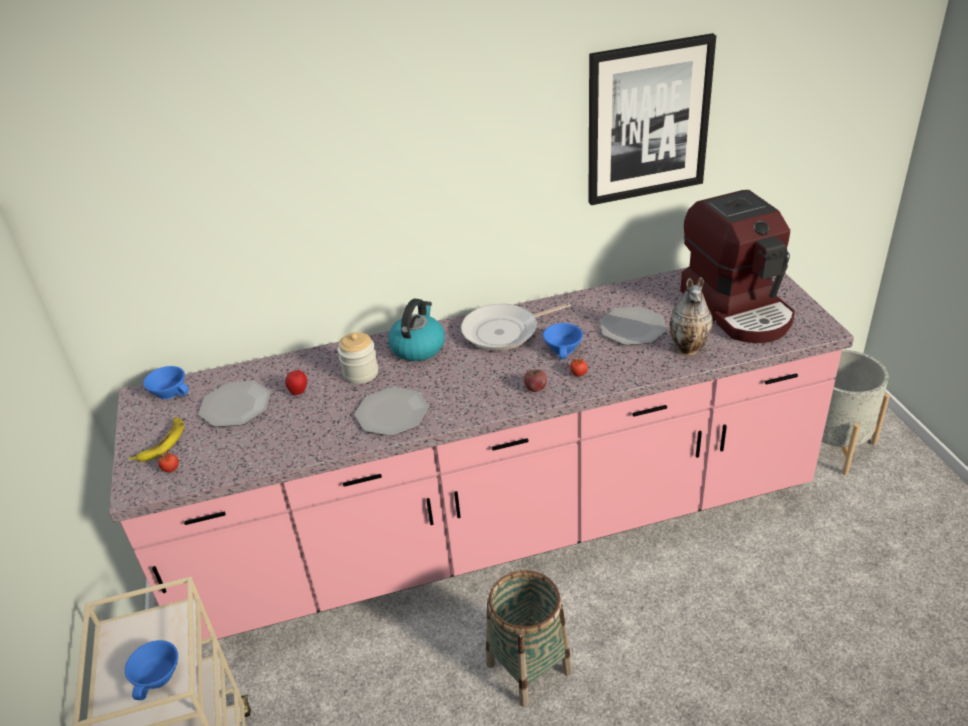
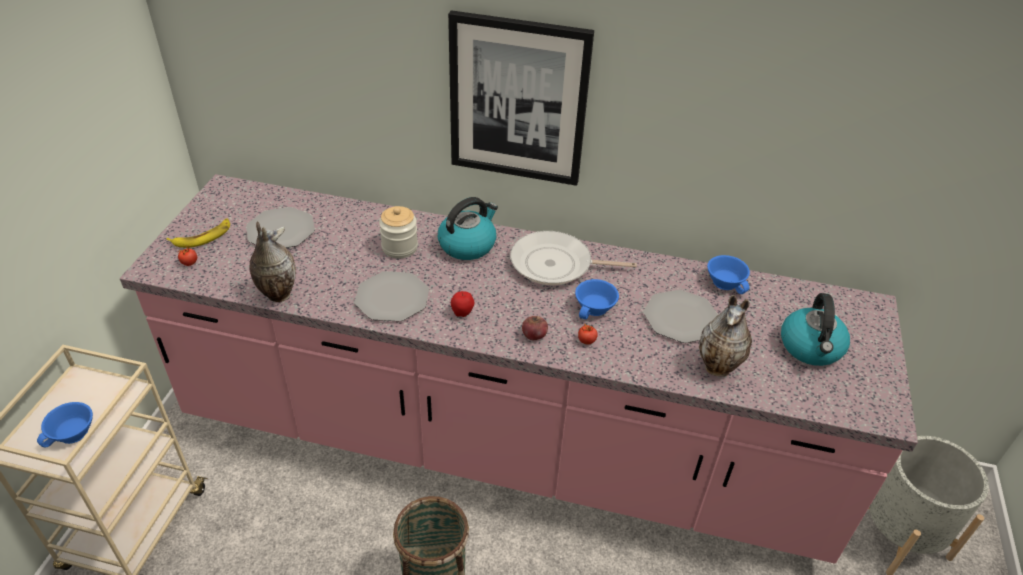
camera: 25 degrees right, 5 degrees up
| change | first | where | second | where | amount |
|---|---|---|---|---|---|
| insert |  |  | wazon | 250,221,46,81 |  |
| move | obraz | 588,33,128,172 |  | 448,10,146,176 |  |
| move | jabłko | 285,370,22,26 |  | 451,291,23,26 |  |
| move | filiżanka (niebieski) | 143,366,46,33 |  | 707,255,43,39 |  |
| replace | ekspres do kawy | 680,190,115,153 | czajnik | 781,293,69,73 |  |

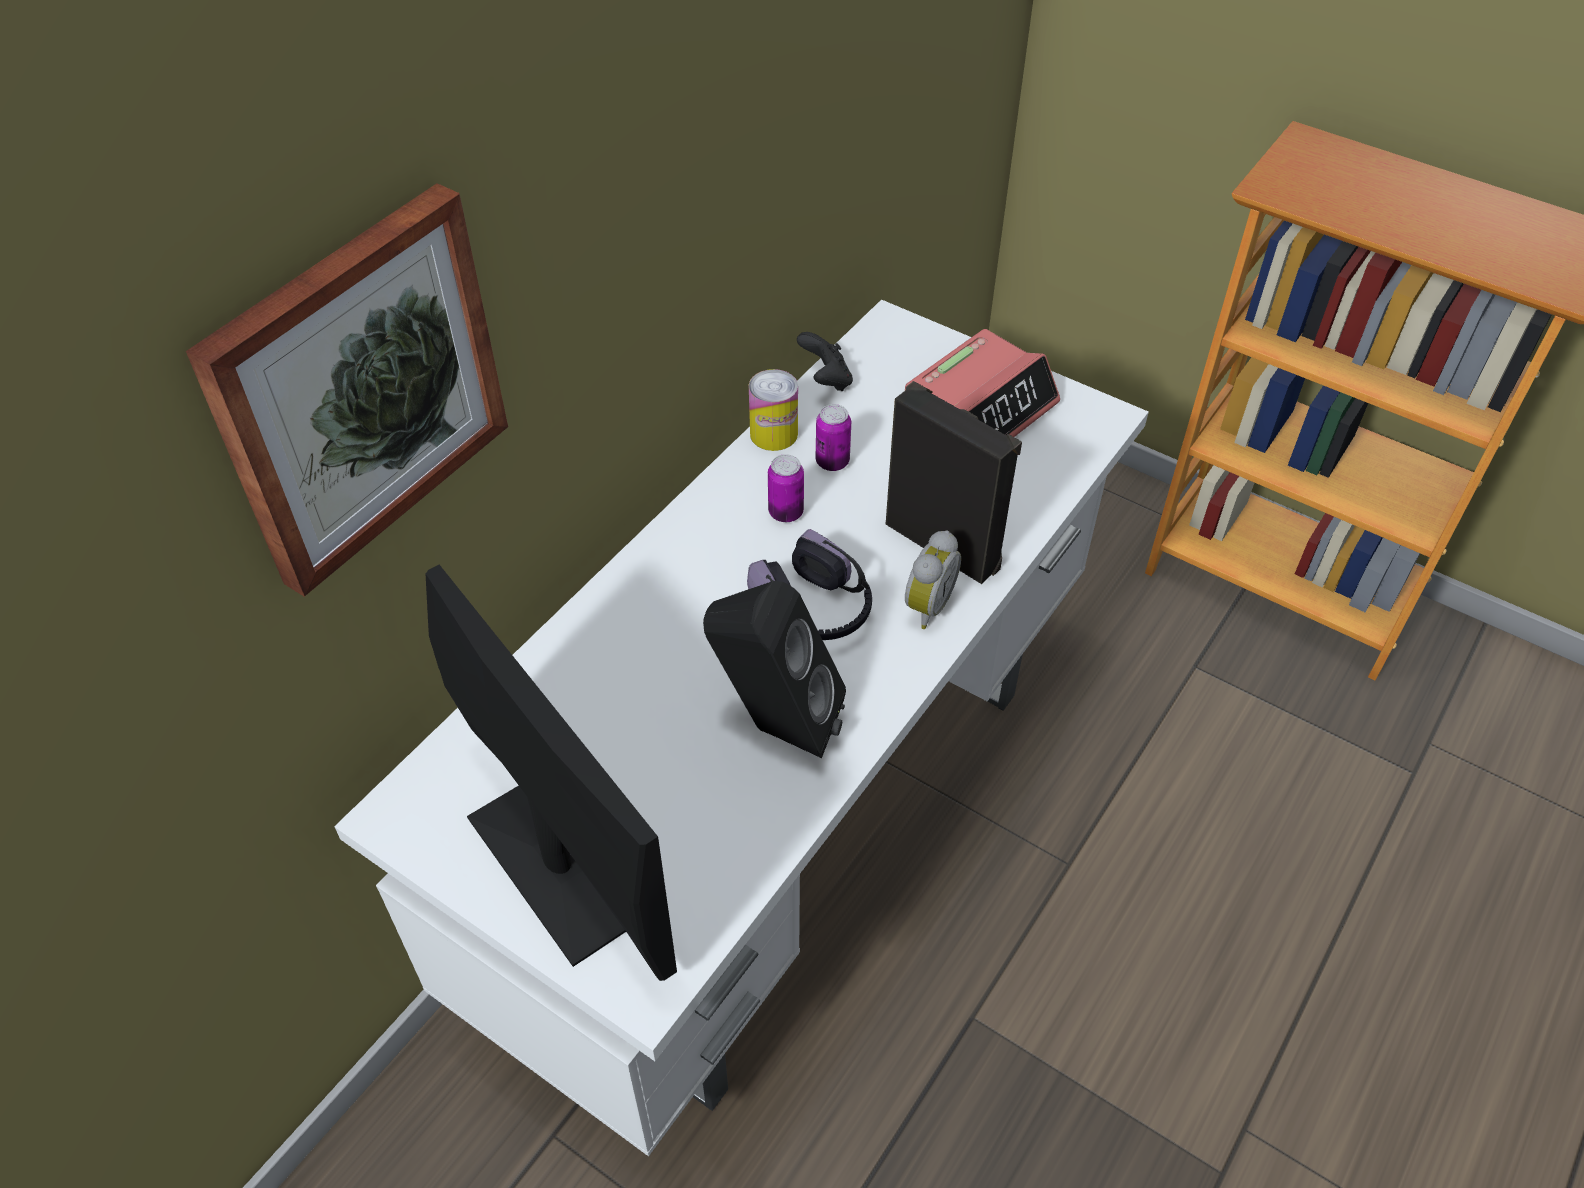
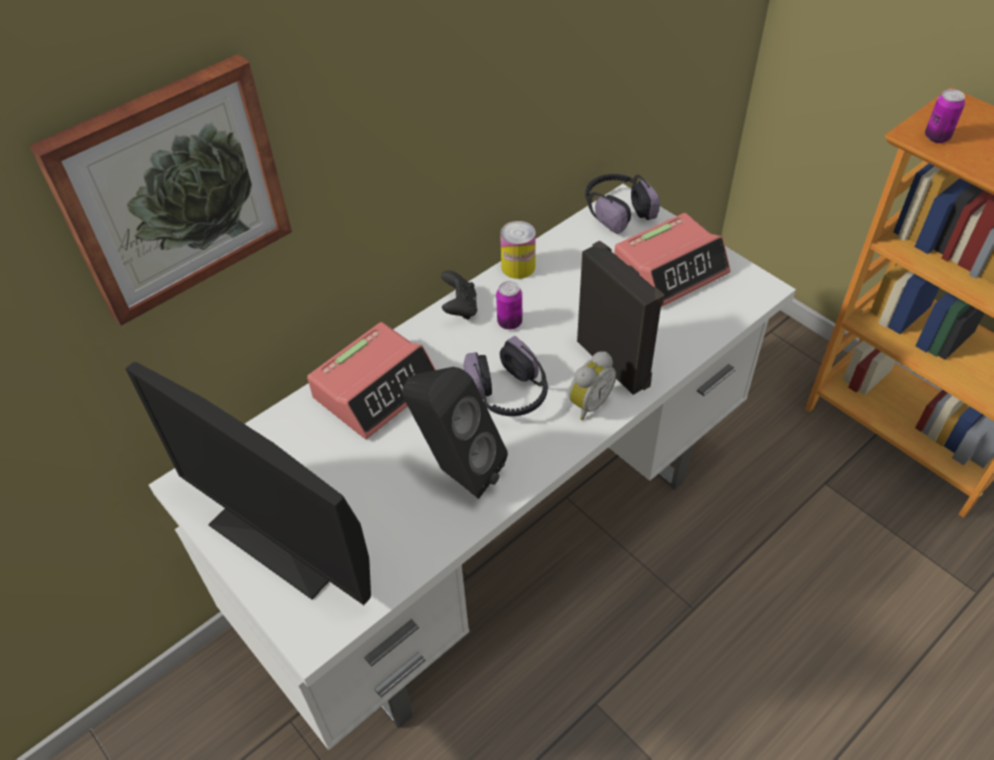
camera: 15 degrees right, 0 degrees up
| change | first | where | second | where | amount |
|---|---|---|---|---|---|
| rotate | monitor | 426,565,251,416 |  | 125,362,246,243 | 150 degrees clockwise |
| insert |  |  | budzik | 307,322,129,117 |  |
| move | pad do gier (czarny) | 797,332,56,59 |  | 441,270,36,50 |  |
| insert |  |  | słuchawki | 585,174,75,60 |  |
| move | puszka | 816,404,35,67 |  | 925,89,40,54 |  |

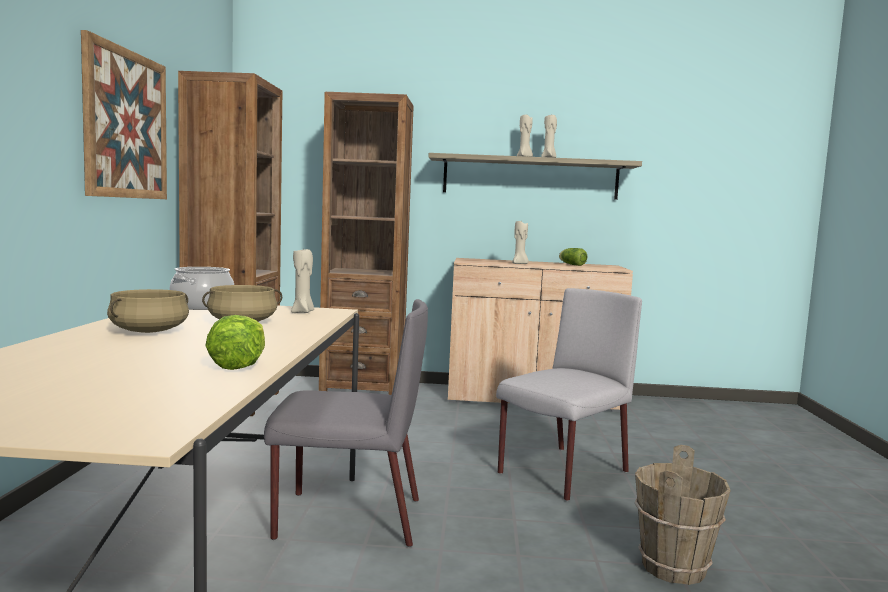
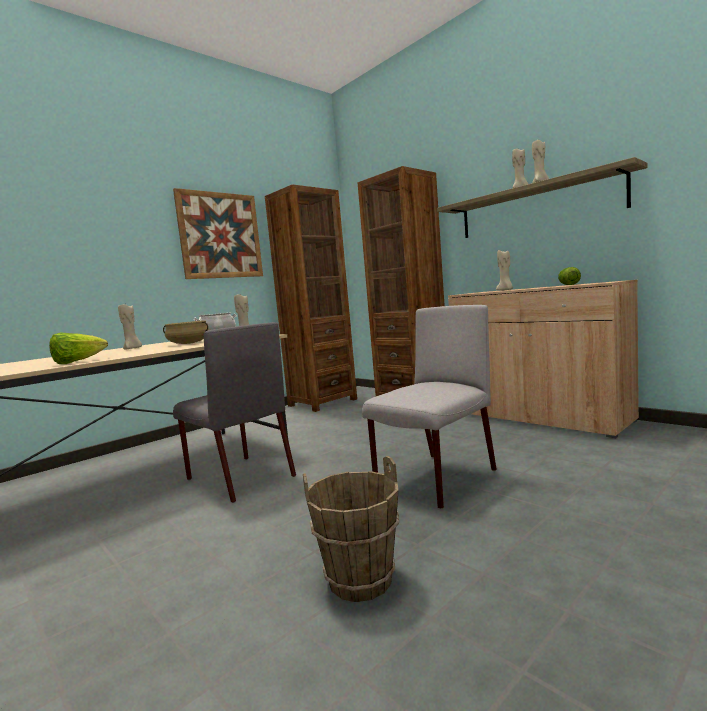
camera: 45 degrees right, 0 degrees up
| change | first | where | second | where | amount |
|---|---|---|---|---|---|
| replace | garnek (beżowy) | 107,289,82,44 | świeca (beżowy) | 118,304,24,46 |  |
| rotate | krzesło (szary) | 496,288,146,213 |  | 362,305,135,204 | 45 degrees counterclockwise |

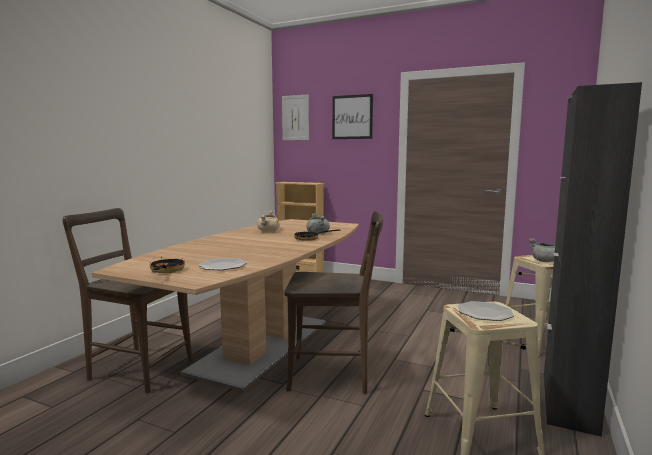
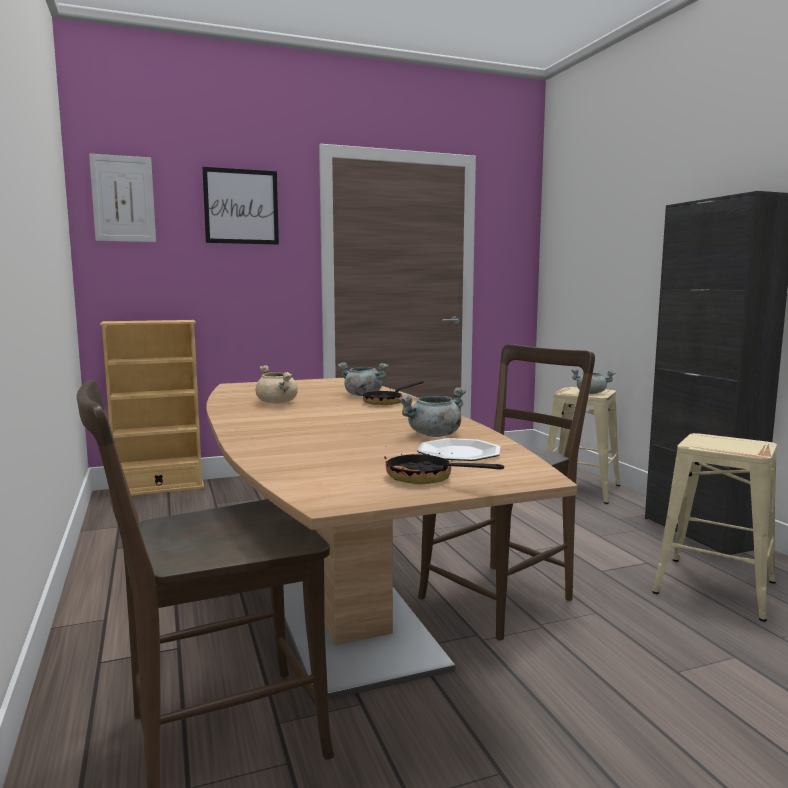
camera: 45 degrees left, 0 degrees up
| change | first | where | second | where | amount |
|---|---|---|---|---|---|
| insert |  |  | garnek (szary) | 398,387,68,50 |  |
| delete | talerz | 458,301,56,20 |  |  |  |

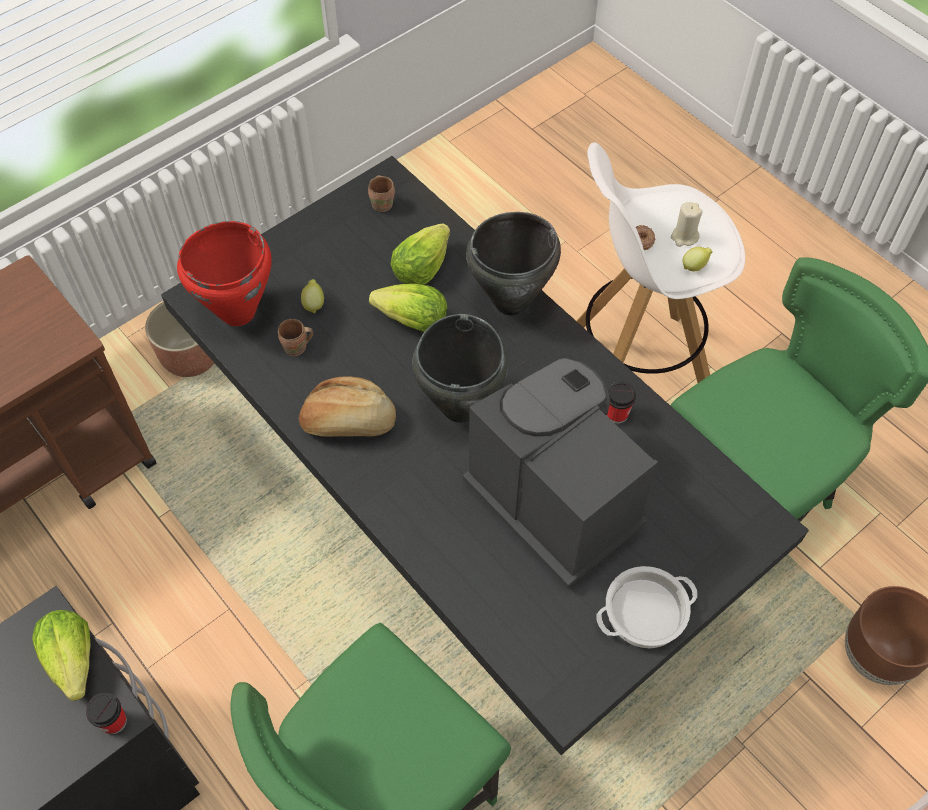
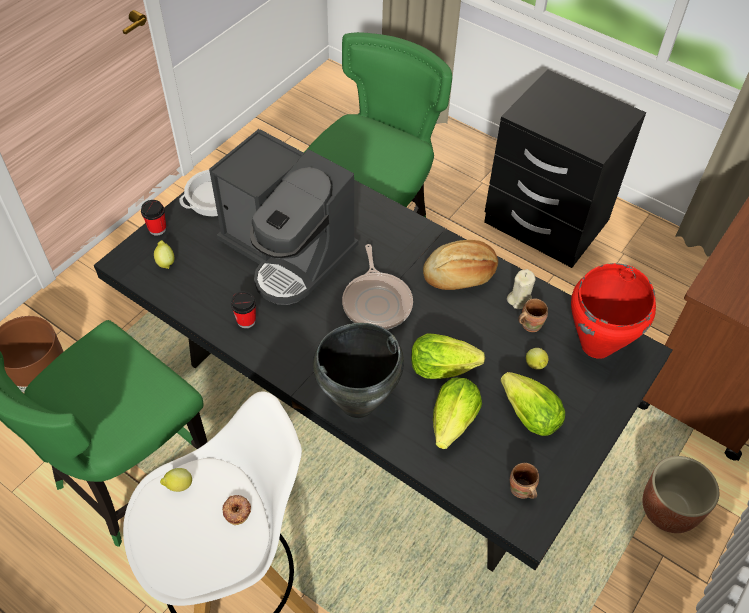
camera: 165 degrees right, 5 degrees down
| change | first | where | second | where | amount |
|---|---|---|---|---|---|
| move | filiżanka | 86,693,41,42 |  | 141,200,25,36 |  |
| insert |  |  | cytryna | 154,240,20,29 |  |
| replace | garnek (czarny) | 412,314,96,109 | patelnia | 342,244,71,86 |  |
| move | sałata | 32,610,59,91 |  | 500,372,66,64 |  |
| move | świeca (beżowy) | 671,202,32,45 |  | 507,269,28,40 |  |

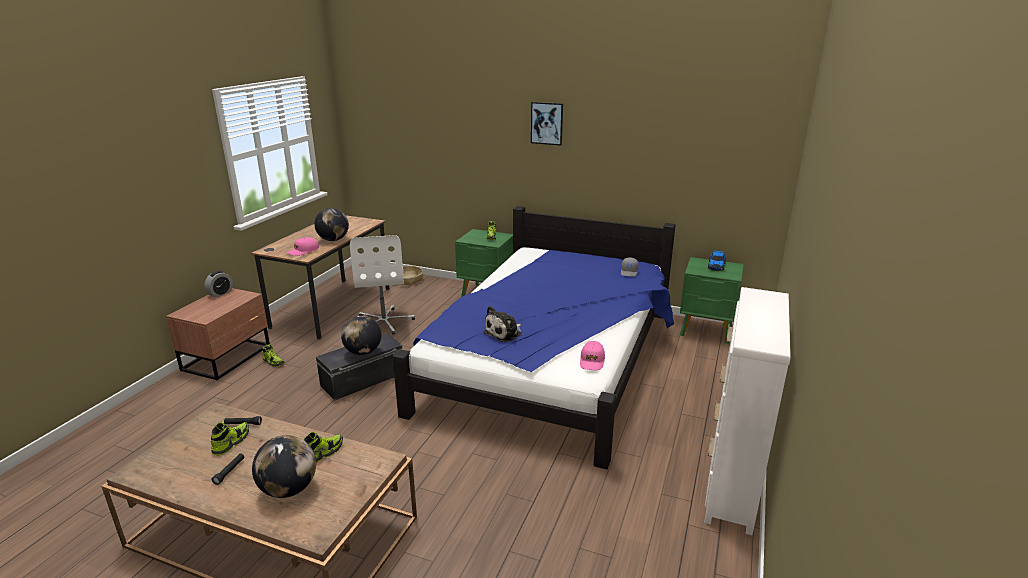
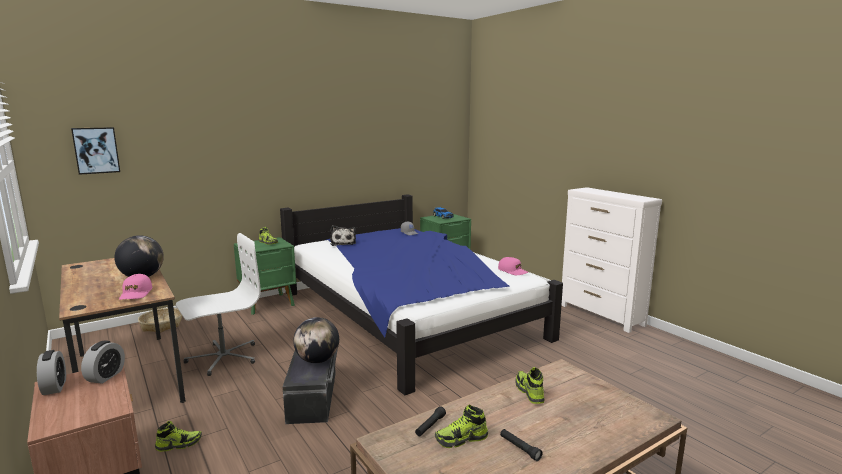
camera: 55 degrees left, 10 degrees down
| change | first | where | second | where | amount |
|---|---|---|---|---|---|
| move | obraz | 531,102,32,44 |  | 71,127,49,48 |  |
| insert |  |  | budzik | 81,340,44,44 |  |
| rotate | krzesło biurowe (biały) | 350,235,65,100 |  | 176,233,85,143 | 60 degrees counterclockwise |
| move | pluszak | 483,306,39,36 |  | 330,225,26,21 |  |
| rotate | but | 211,422,38,33 |  | 435,405,53,43 | 75 degrees counterclockwise |
| delete | globus | 252,435,64,63 |  |  |  |

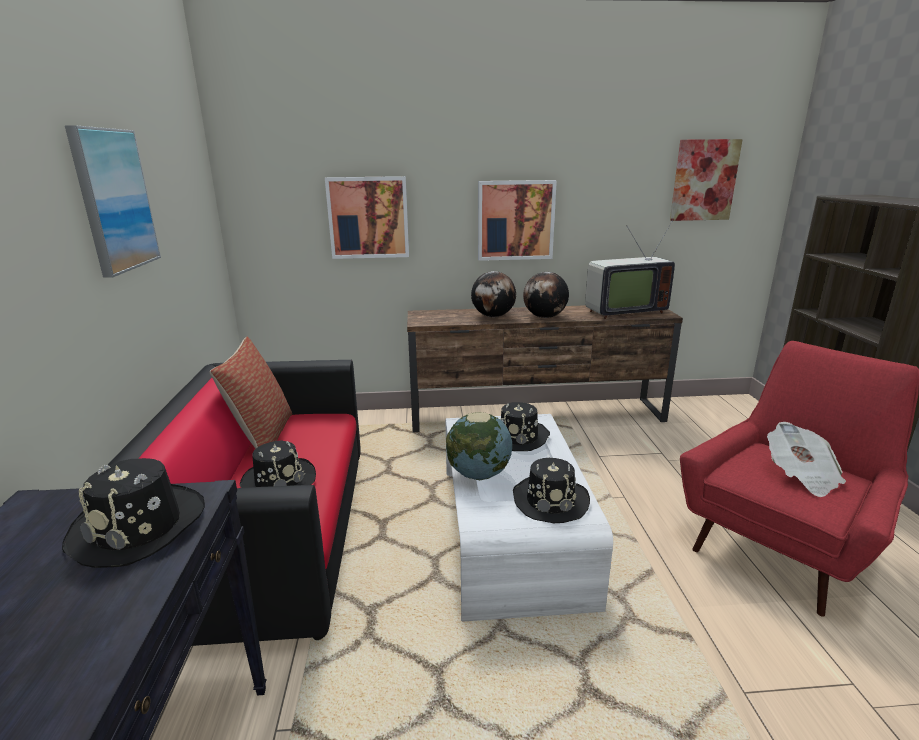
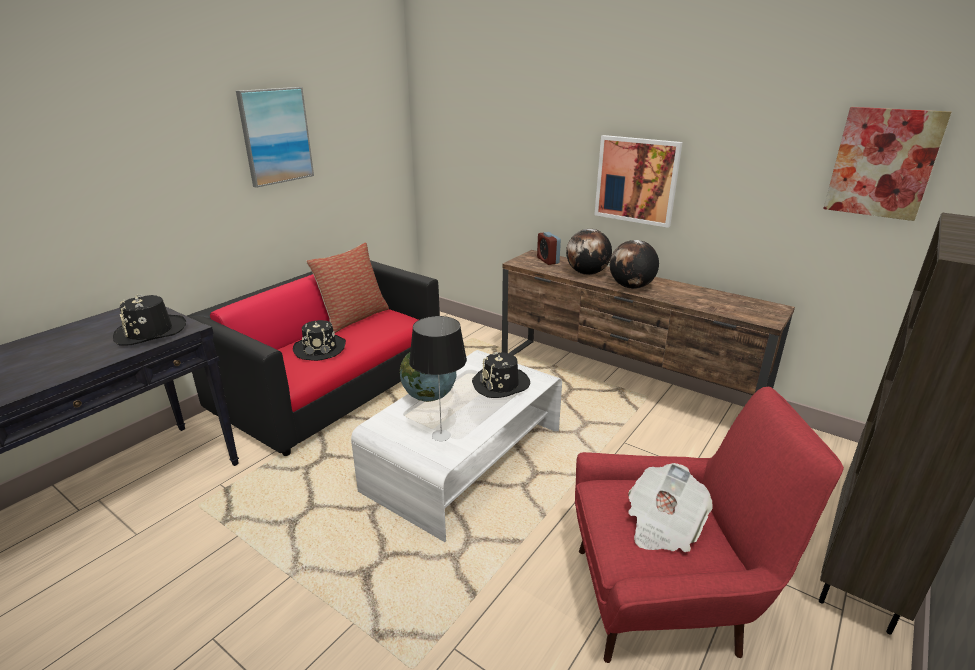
camera: 40 degrees right, 5 degrees up
| change | first | where | second | where | amount |
|---|---|---|---|---|---|
| replace | kapelusz (czarny) | 513,458,77,65 | lampa stołowa | 409,316,58,125 |  |
| insert |  |  | budzik | 537,232,24,33 |  |
| delete | obraz | 325,176,84,83 |  |  |  |
| delete | telewizor | 585,220,90,99 |  |  |  |

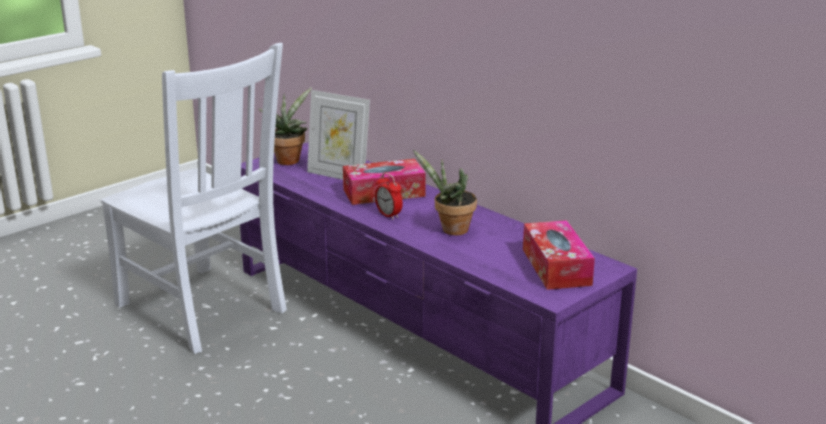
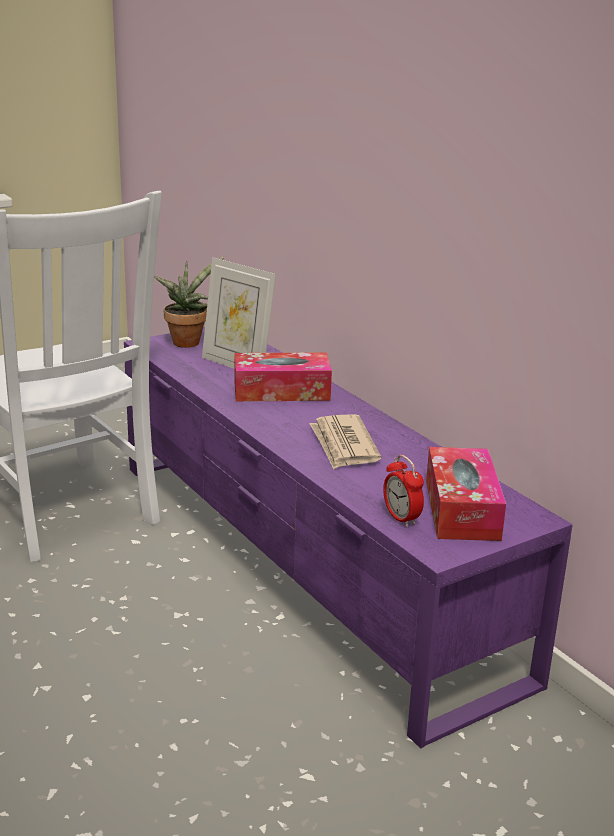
camera: 10 degrees right, 0 degrees up
| change | first | where | second | where | amount |
|---|---|---|---|---|---|
| replace | roślina doniczkowa | 413,150,64,85 | gazeta | 310,414,71,56 |  |
| move | budzik | 375,173,28,46 |  | 383,455,41,72 |  |

